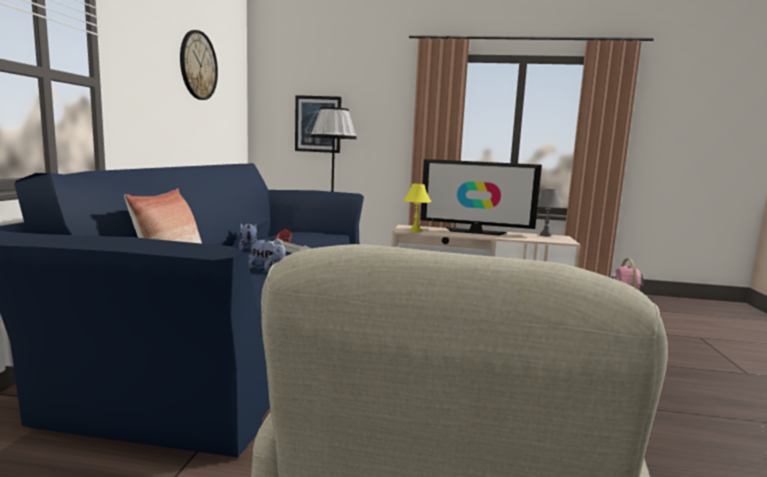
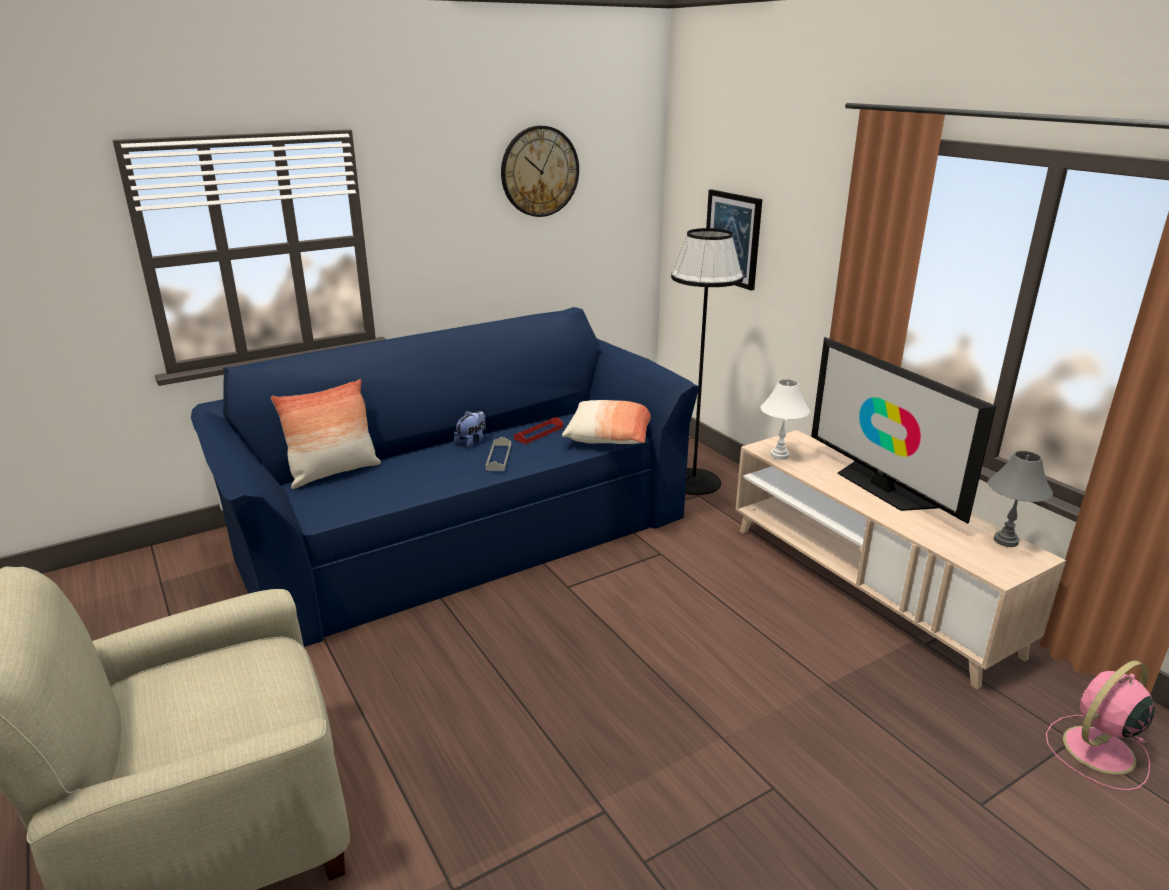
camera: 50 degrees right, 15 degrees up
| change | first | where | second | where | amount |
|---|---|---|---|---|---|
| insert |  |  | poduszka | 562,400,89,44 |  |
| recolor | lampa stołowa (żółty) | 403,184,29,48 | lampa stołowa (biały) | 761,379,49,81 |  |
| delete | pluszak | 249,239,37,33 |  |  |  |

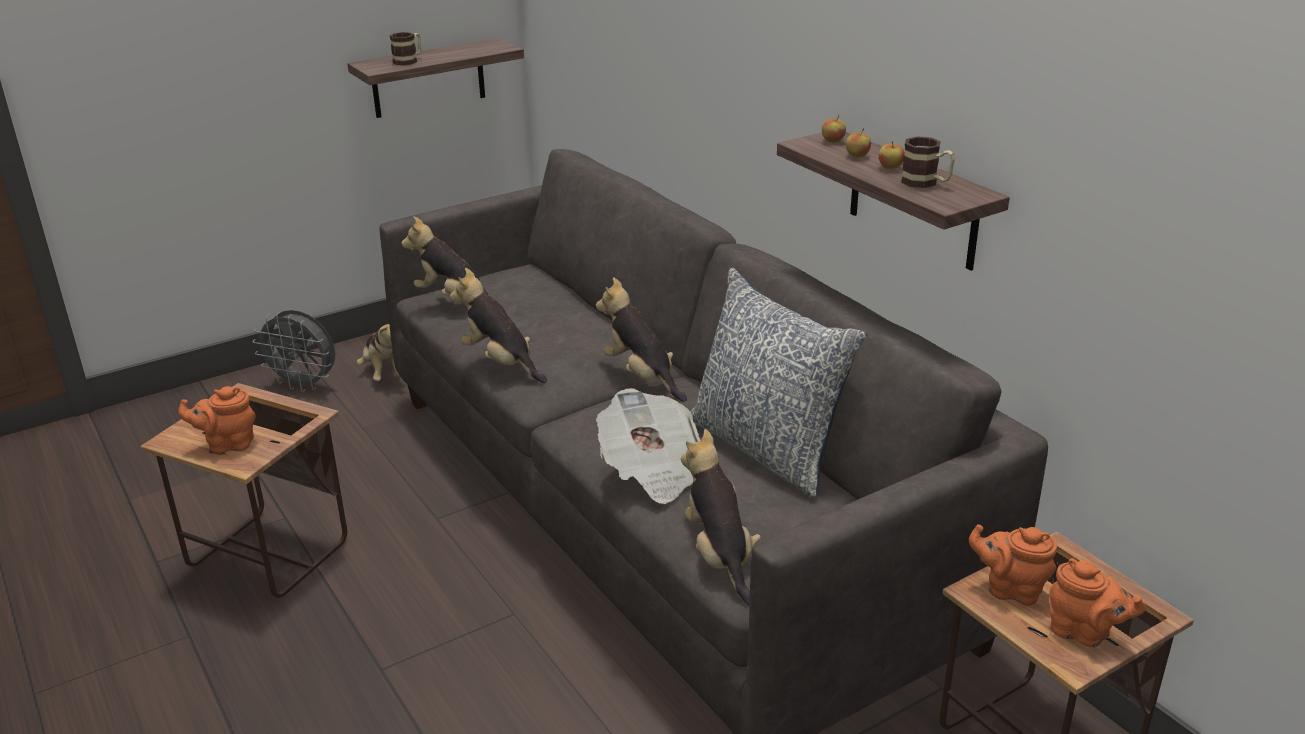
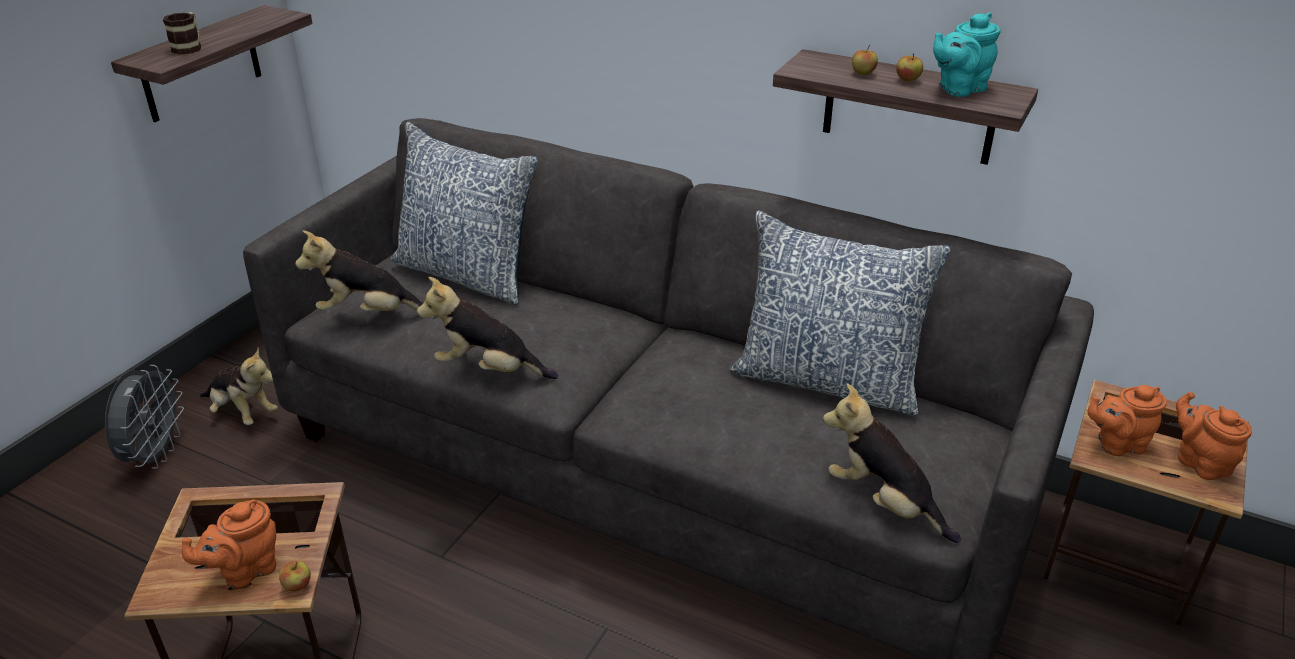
camera: 30 degrees left, 5 degrees up
| change | first | where | second | where | amount |
|---|---|---|---|---|---|
| rotate | wentylator (szary) | 252,310,83,82 |  | 105,365,79,104 | 75 degrees counterclockwise |
| move | jabłko | 822,115,24,28 |  | 279,561,32,31 |  |
| insert |  |  | poduszka | 391,122,147,183 |  |
| replace | kubek | 901,136,54,52 | imbryk (turkusowy) | 933,13,68,84 |  |
| rotate | imbryk (pomarańczowy) | 1049,558,97,89 |  | 1176,392,76,88 | 120 degrees counterclockwise |
| delete | pluszak | 596,277,91,125 |  |  |  |
| delete | gazeta | 596,388,104,116 |  |  |  |

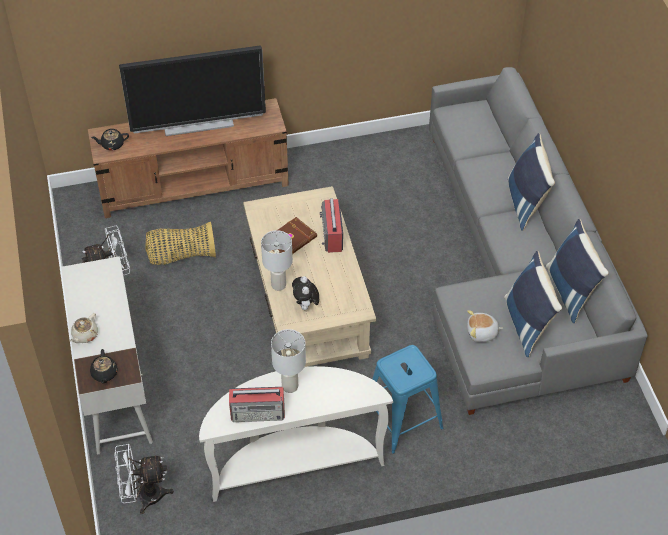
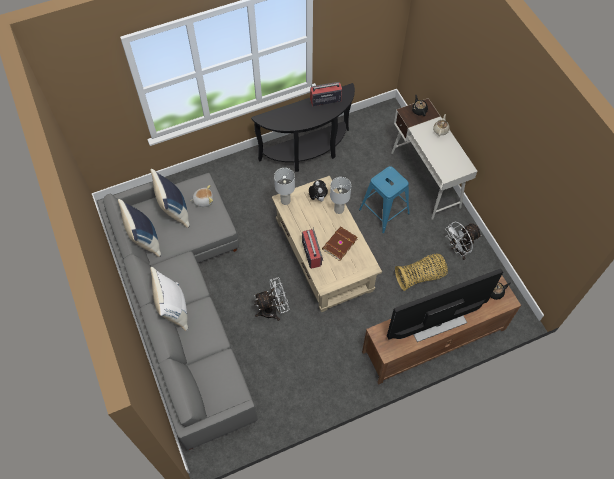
camera: 170 degrees right, 10 degrees up
| change | first | where | second | where | amount |
|---|---|---|---|---|---|
| recolor | poduszka (niebieski) | 508,133,47,98 | poduszka (biały) | 150,267,38,64 |  |
| recolor | stolik konsolowy (biały) | 199,366,194,136 | stolik konsolowy (czarny) | 251,83,104,89 |  |
| move | wentylator (biały) | 114,444,60,70 |  | 254,278,35,43 |  |
| move | lampa stołowa (biały) | 271,329,35,64 |  | 274,168,21,37 |  |
| move | stołek (niebieski) | 372,345,71,109 |  | 359,166,51,67 |  |

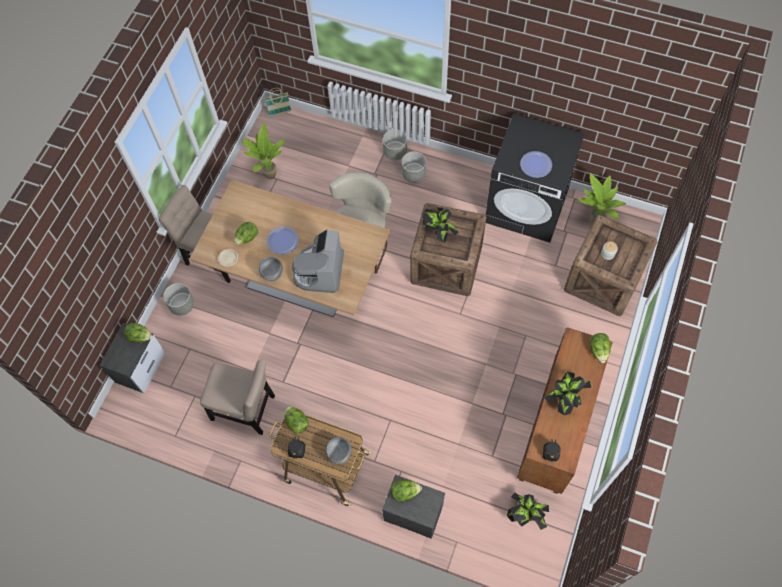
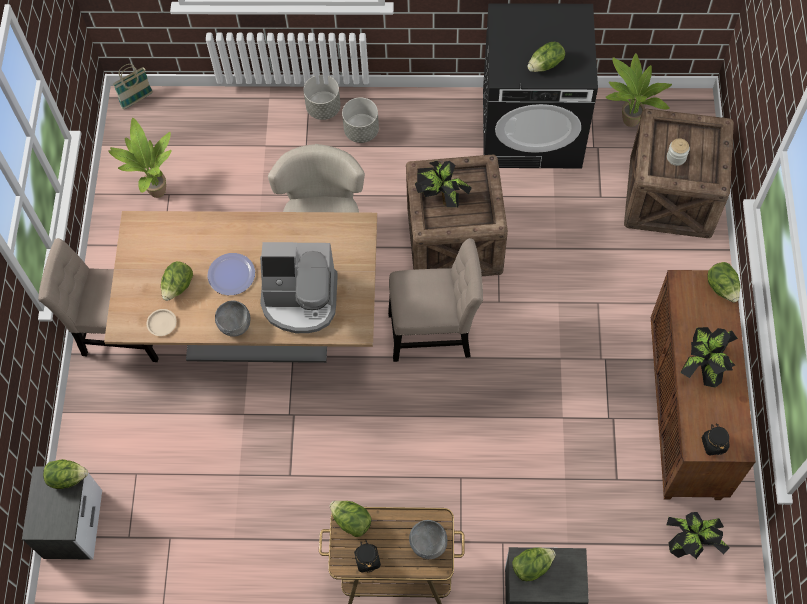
camera: 20 degrees left, 0 degrees up
| change | first | where | second | where | amount |
|---|---|---|---|---|---|
| rotate | ekspres do kawy | 292,229,52,64 |  | 260,242,78,91 | 75 degrees counterclockwise |
| move | krzesło (beżowy) | 200,359,75,76 |  | 388,238,95,124 |  |
| replace | talerz | 520,151,32,27 | sałata | 527,42,38,30 |  |
| delete | donica (szary) | 163,283,31,33 |  |  |  |

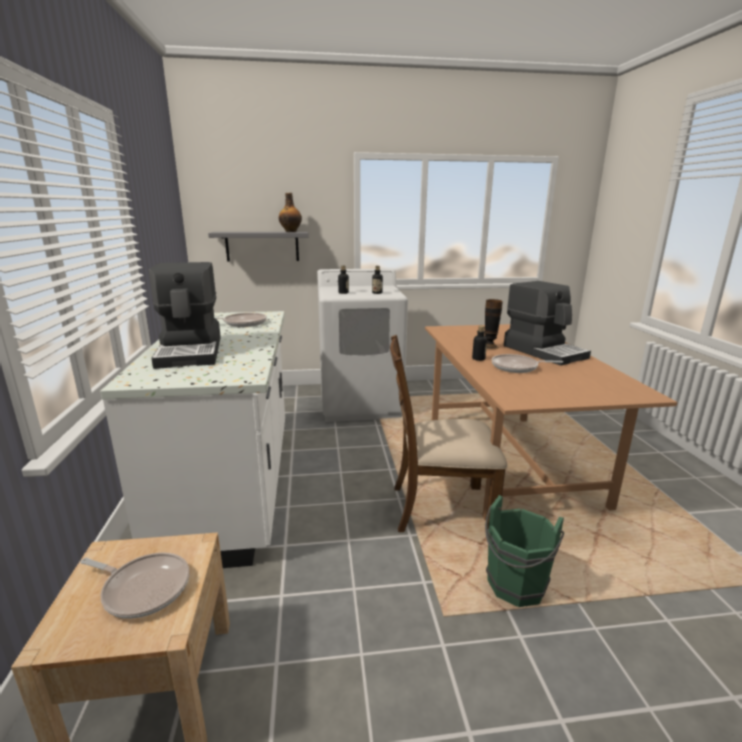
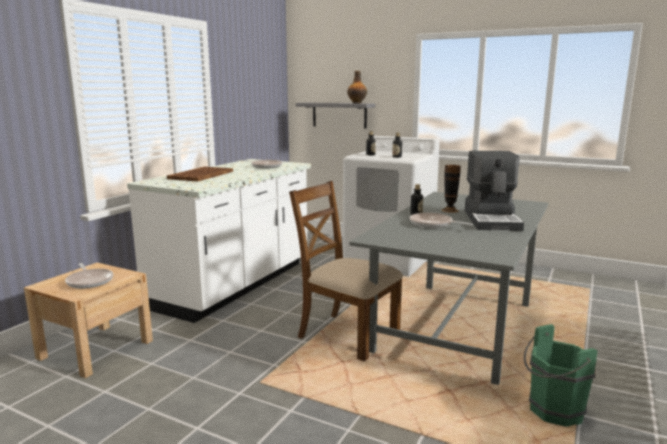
camera: 35 degrees right, 5 degrees down
| change | first | where | second | where | amount |
|---|---|---|---|---|---|
| replace | ekspres do kawy | 149,262,72,107 | taca (brązowy) | 167,167,66,15 |  |
| recolor | stół jadalny (brązowy) | 425,324,252,196 | stół jadalny (szary) | 349,192,199,193 |  |
| move | wiadro (zielony) | 485,495,79,112 |  | 524,324,73,103 |  |

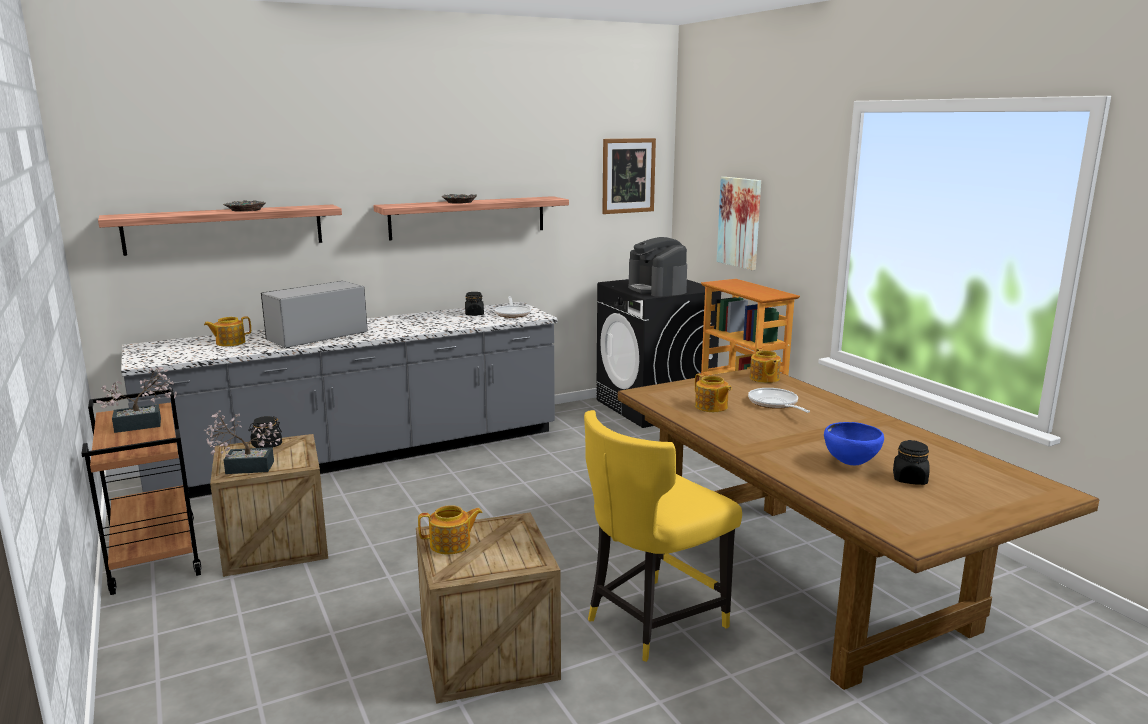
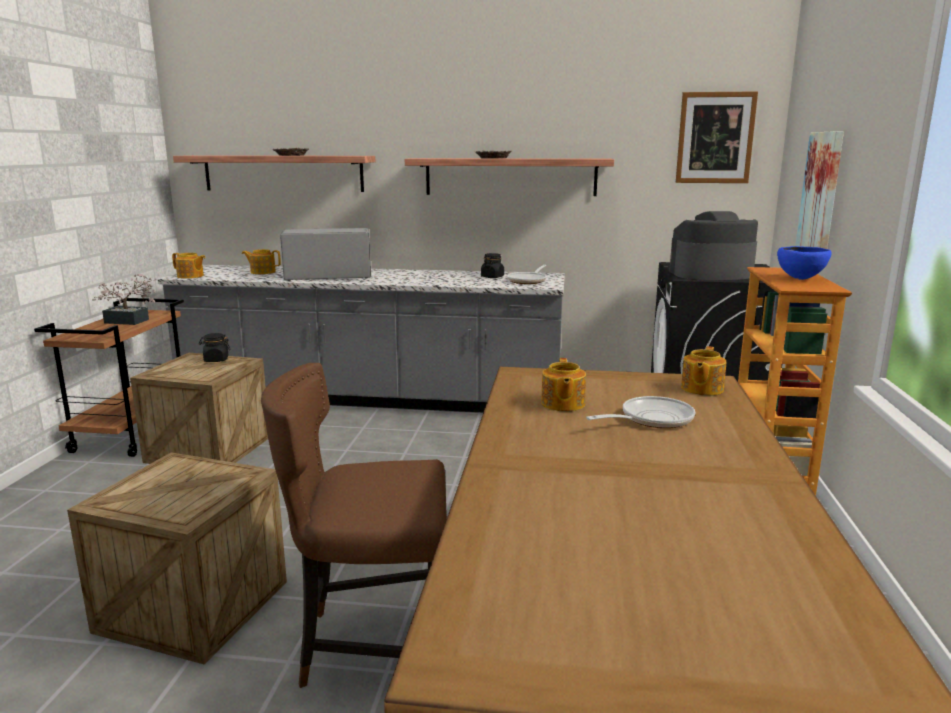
camera: 35 degrees right, 0 degrees up
| change | first | where | second | where | amount |
|---|---|---|---|---|---|
| move | imbryk | 418,505,65,50 |  | 172,253,34,26 |  |
| recolor | krzesło (żółty) | 584,410,158,252 | krzesło (brązowy) | 261,363,186,325 |  |
| rotate | patelnia | 748,388,62,25 |  | 586,396,109,32 | 45 degrees clockwise |
| rotate | ekspres do kawy | 628,237,59,60 |  | 669,211,89,69 | 75 degrees clockwise |
| move | miska (niebieski) | 824,422,60,44 |  | 777,246,55,34 |  |
| delete | roślina doniczkowa | 204,410,77,64 |  |  |  |
| delete | słoik (czarny) | 893,440,37,45 |  |  |  |

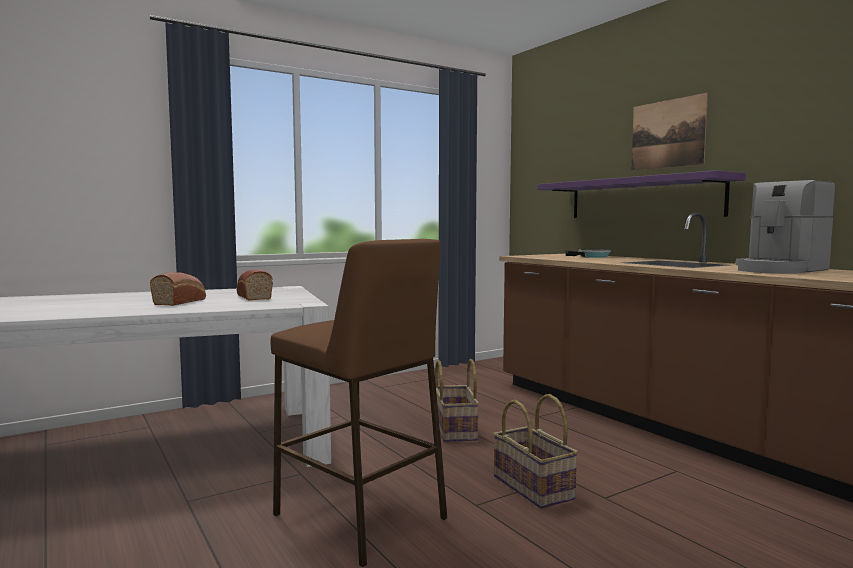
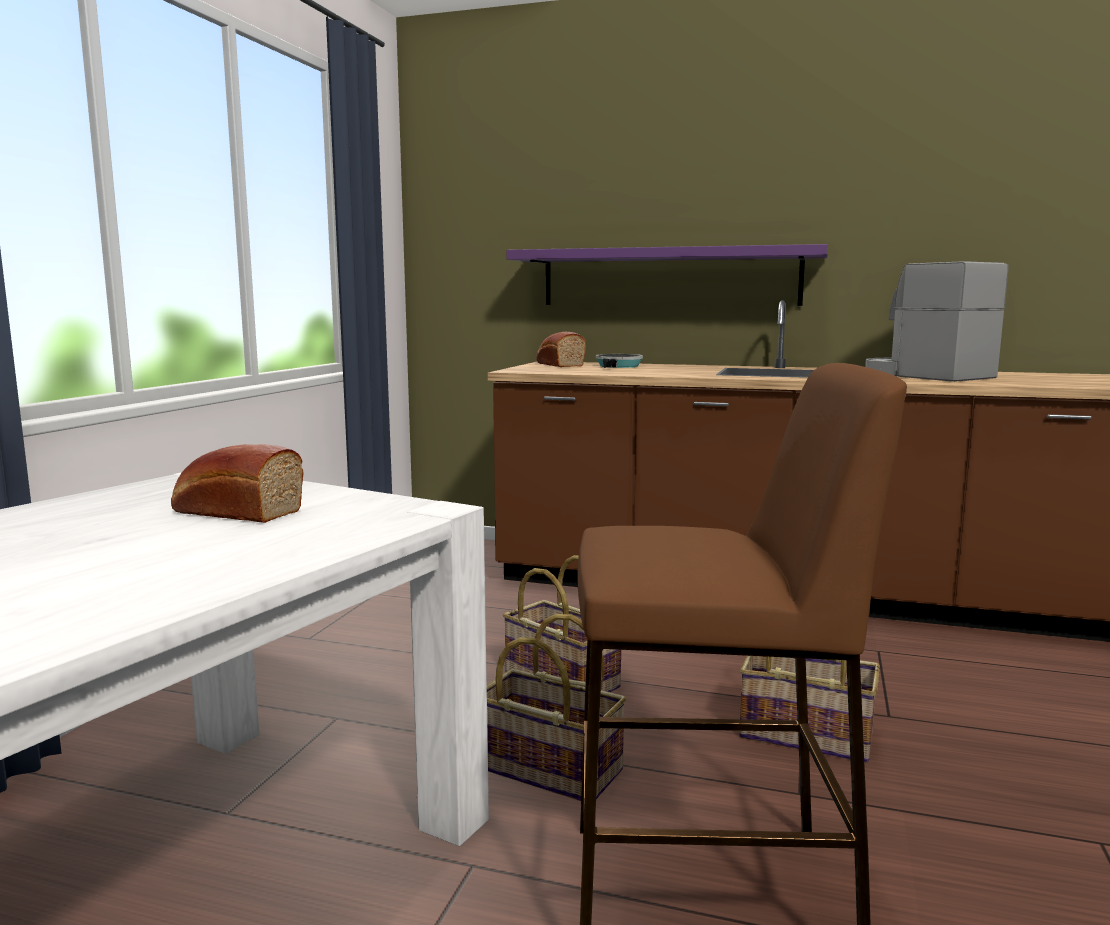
camera: 40 degrees left, 5 degrees up
| change | first | where | second | where | amount |
|---|---|---|---|---|---|
| insert |  |  | koszyk | 487,614,140,187 |  |
| move | chleb | 150,272,56,34 |  | 536,332,50,35 |  |
| rotate | ekspres do kawy | 736,180,99,94 |  | 865,261,144,121 | 135 degrees clockwise |
| delete | obraz | 631,93,77,78 |  |  |  |

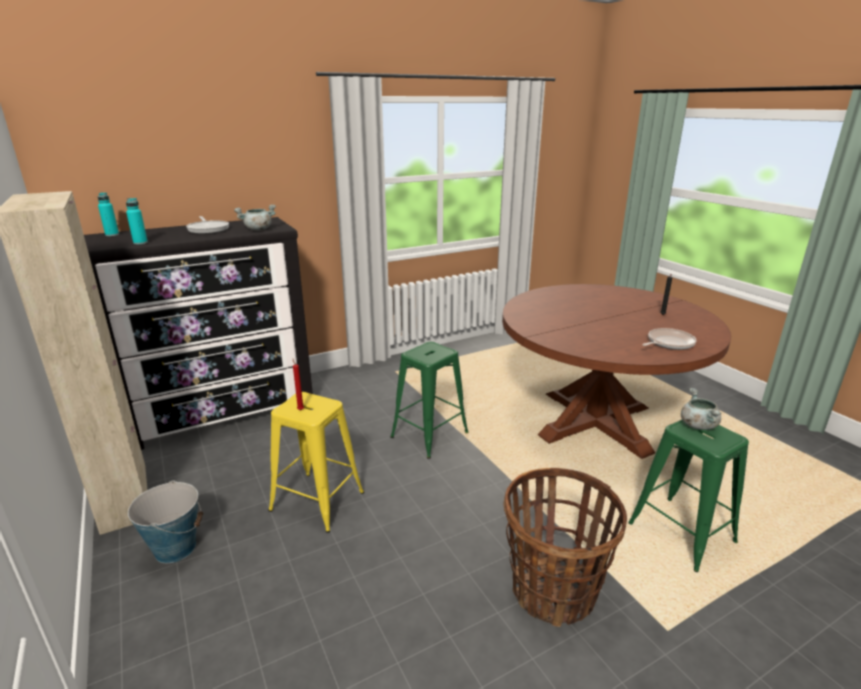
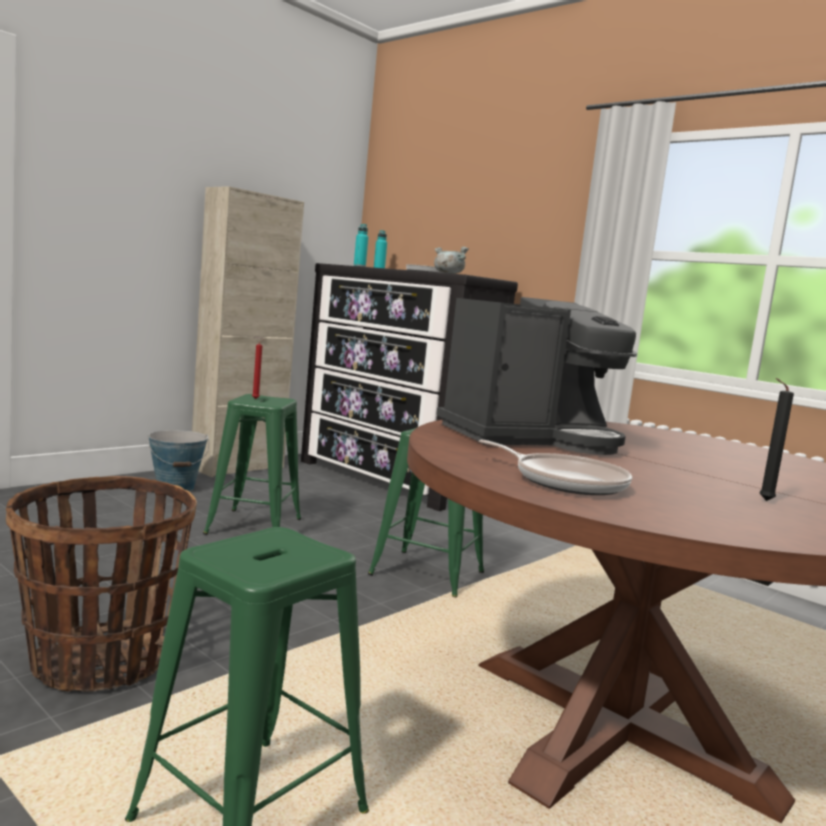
camera: 70 degrees right, 15 degrees down
| change | first | where | second | where | amount |
|---|---|---|---|---|---|
| recolor | stołek (żółty) | 268,392,96,141 | stołek (zielony) | 203,394,98,141 |  |
| insert |  |  | ekspres do kawy | 436,297,201,158 |  |
| delete | garnek (szary) | 681,388,41,42 |  |  |  |

